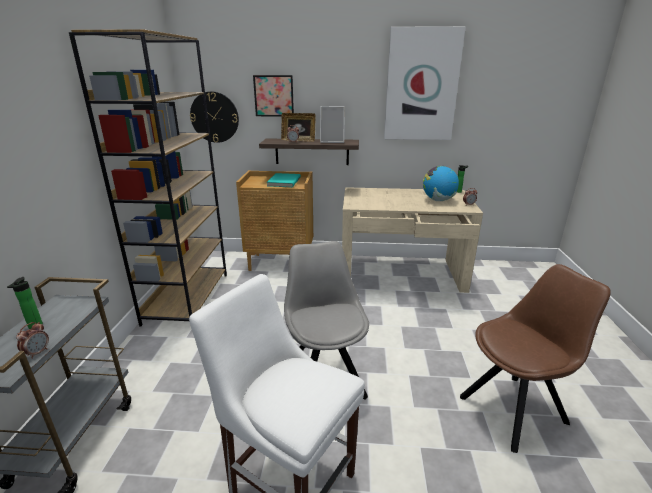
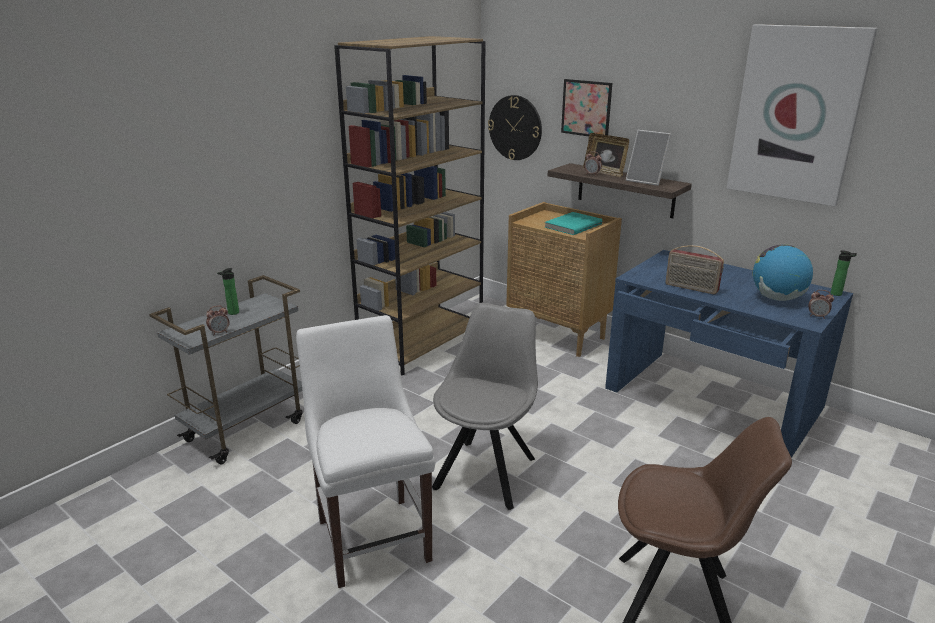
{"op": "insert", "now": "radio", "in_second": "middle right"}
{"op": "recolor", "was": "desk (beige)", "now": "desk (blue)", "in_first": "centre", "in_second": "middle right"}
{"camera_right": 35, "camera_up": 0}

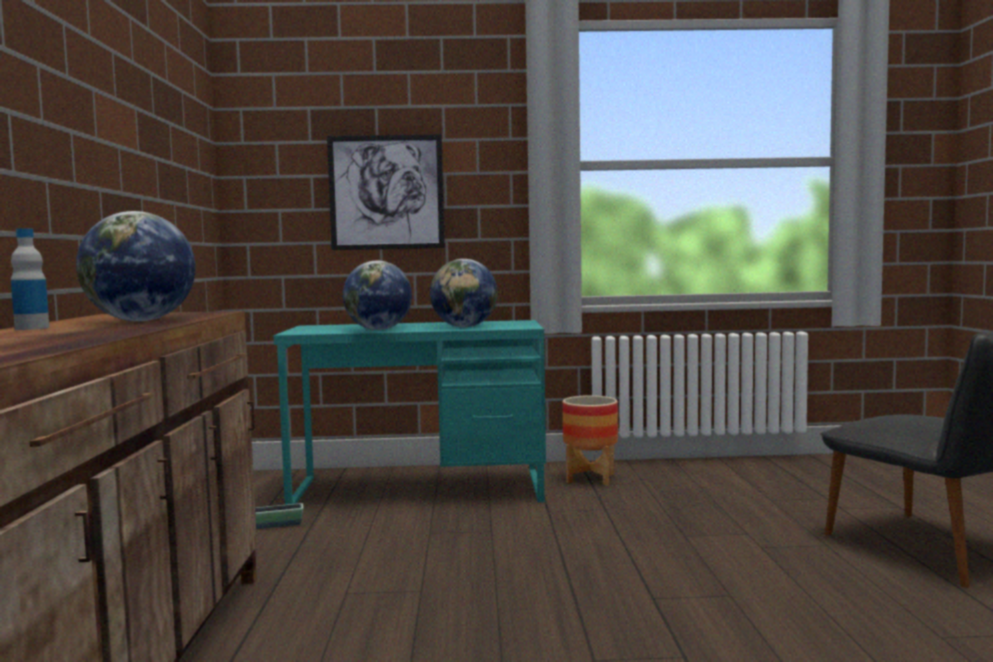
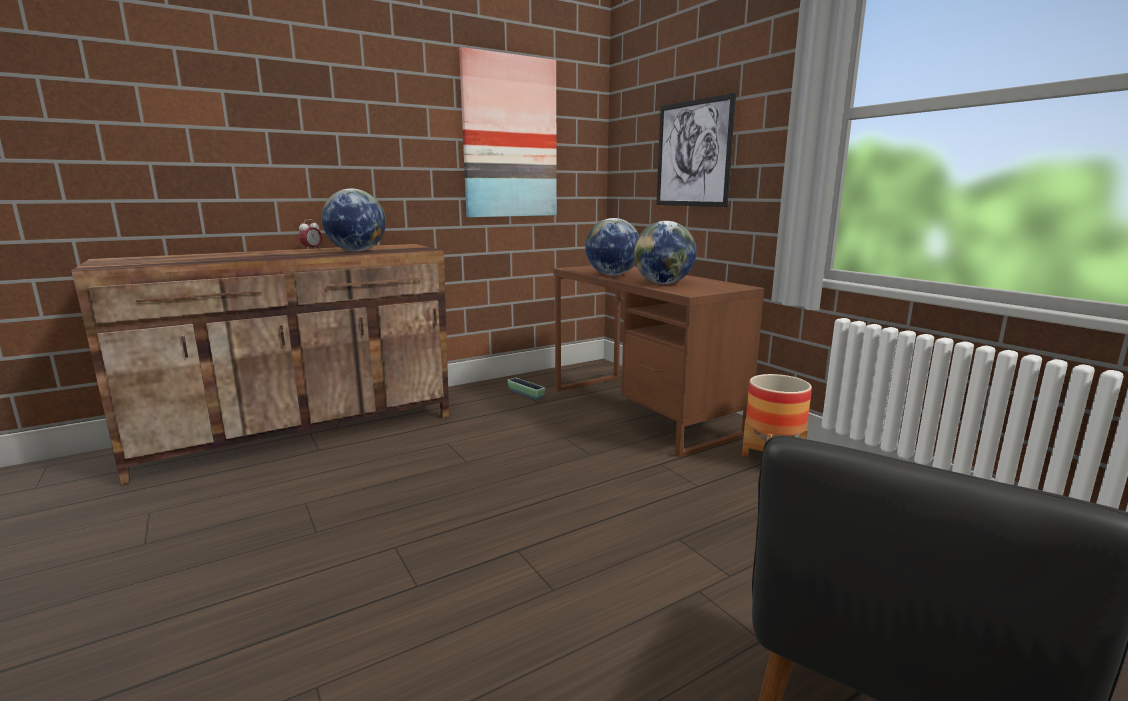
{"op": "insert", "now": "picture (1st from left)", "in_second": "top centre"}
{"op": "replace", "was": "bottle", "now": "alarm clock", "in_first": "middle left", "in_second": "middle left"}
{"op": "recolor", "was": "desk (turquoise)", "now": "desk (brown)", "in_first": "centre", "in_second": "centre"}
{"camera_right": 60, "camera_up": 10}

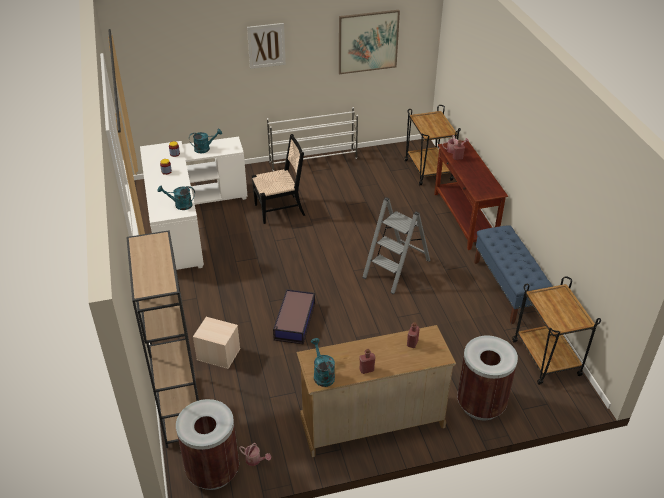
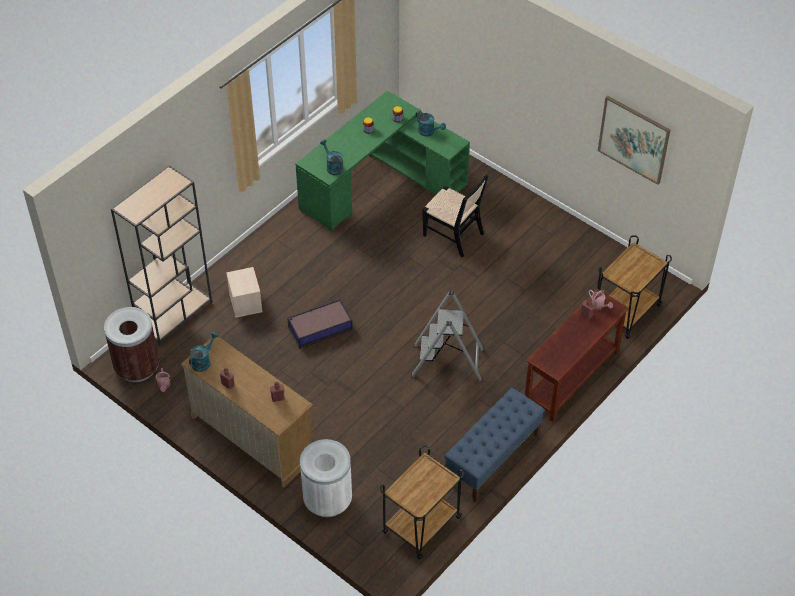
{"op": "delete", "was": "picture (1st from left)", "in_first": "top centre"}
{"op": "delete", "was": "shoe rack (white)", "in_first": "top centre"}
{"op": "recolor", "was": "desk (white)", "now": "desk (green)", "in_first": "middle left", "in_second": "top centre"}
{"op": "recolor", "was": "trash can (brown) (2nd from left)", "now": "trash can (white)", "in_first": "bottom right", "in_second": "bottom centre"}
{"camera_right": 55, "camera_up": 10}

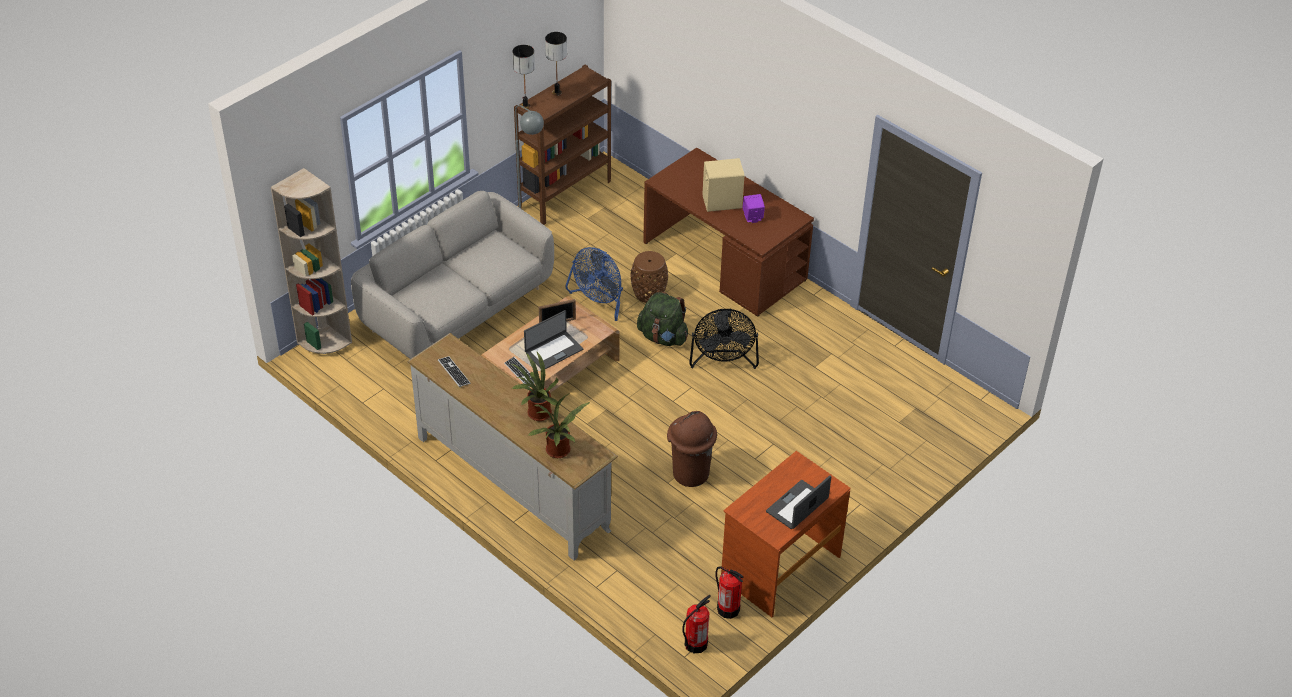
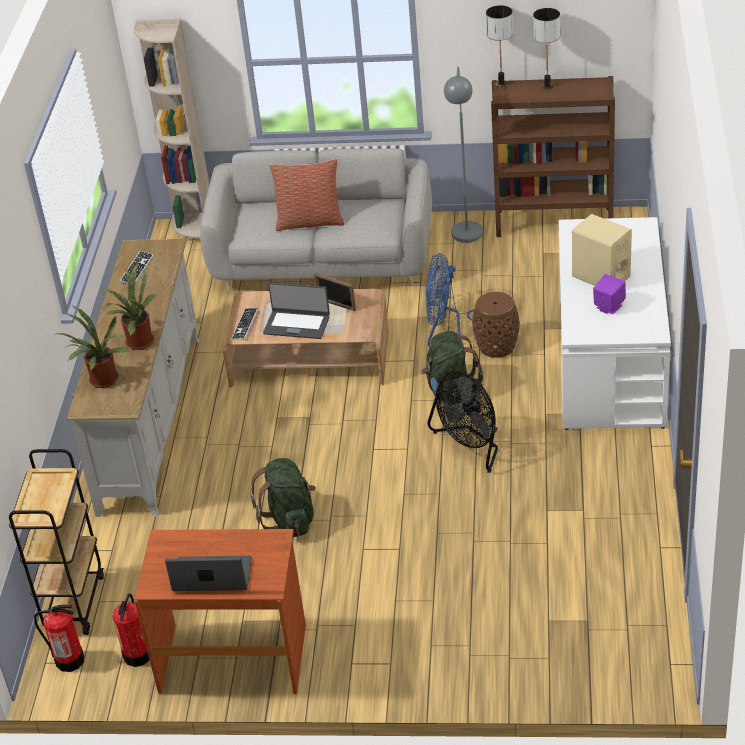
{"op": "insert", "now": "cart (brown)", "in_second": "bottom left"}
{"op": "insert", "now": "pillow", "in_second": "top centre"}
{"op": "replace", "was": "trash can (brown)", "now": "backpack (green) (1st from left)", "in_first": "centre", "in_second": "bottom centre"}
{"op": "recolor", "was": "desk (brown) (1st from left)", "now": "desk (white)", "in_first": "top centre", "in_second": "middle right"}
{"camera_right": 55, "camera_up": -5}

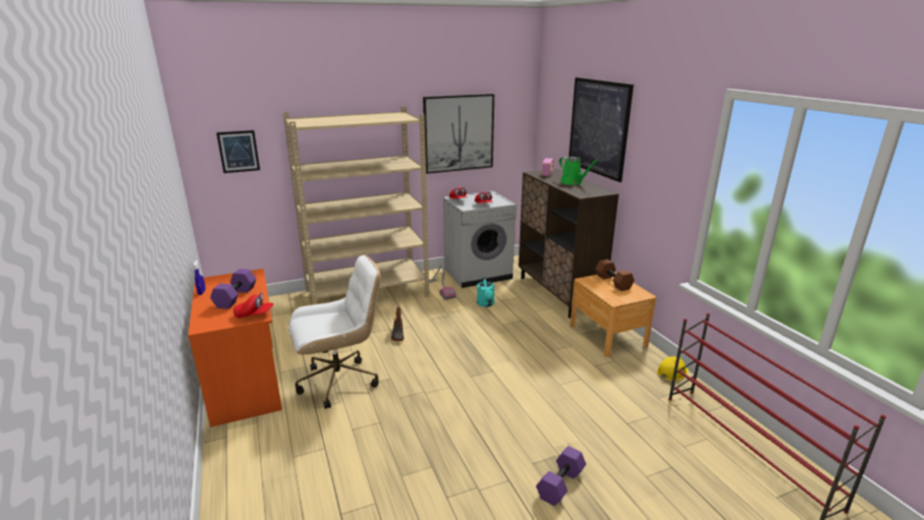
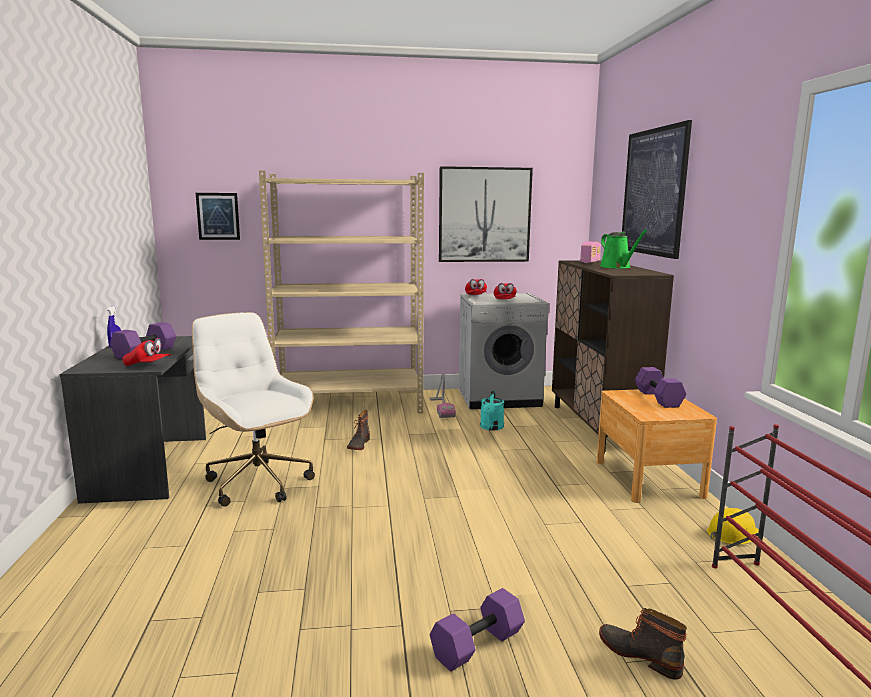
{"op": "insert", "now": "boot (2nd from left)", "in_second": "bottom right"}
{"op": "recolor", "was": "desk (orange)", "now": "desk (grey)", "in_first": "bottom left", "in_second": "middle left"}
{"op": "recolor", "was": "dumbbell (brown)", "now": "dumbbell (purple) (3rd from left)", "in_first": "centre", "in_second": "middle right"}
{"op": "rotate", "was": "office chair (white)", "in_first": "centre", "in_second": "middle left", "clockwise": -120}
{"camera_right": 15, "camera_up": -10}

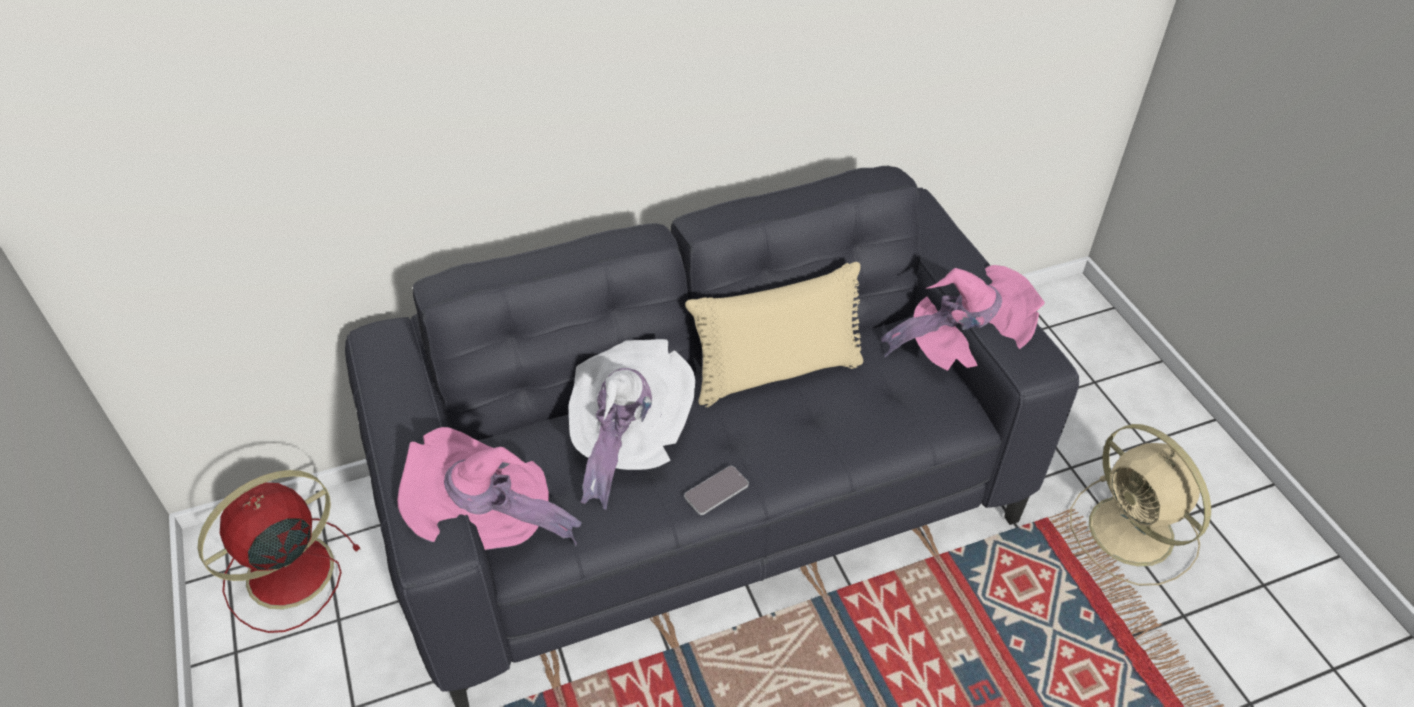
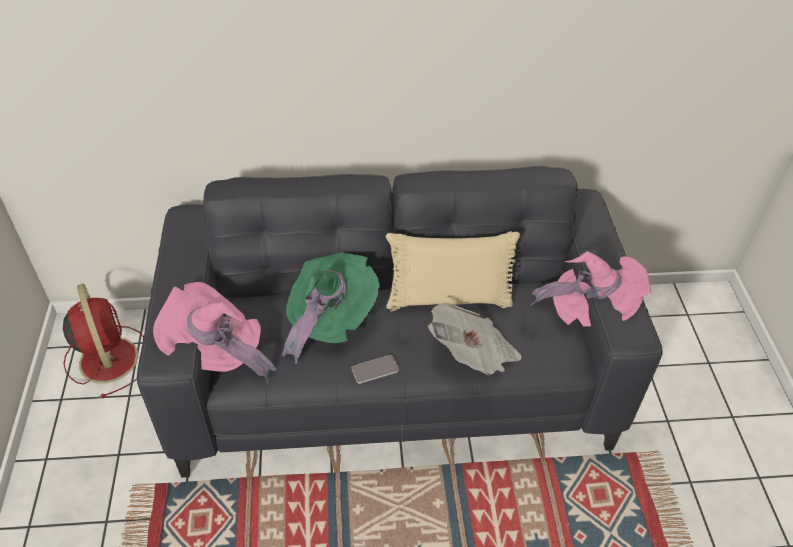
{"op": "delete", "was": "fan (beige)", "in_first": "bottom right"}
{"op": "insert", "now": "newspaper", "in_second": "centre"}
{"op": "recolor", "was": "hat (white)", "now": "hat (green)", "in_first": "centre", "in_second": "centre"}
{"op": "rotate", "was": "fan (red)", "in_first": "bottom left", "in_second": "middle left", "clockwise": 90}
{"camera_right": 15, "camera_up": 0}

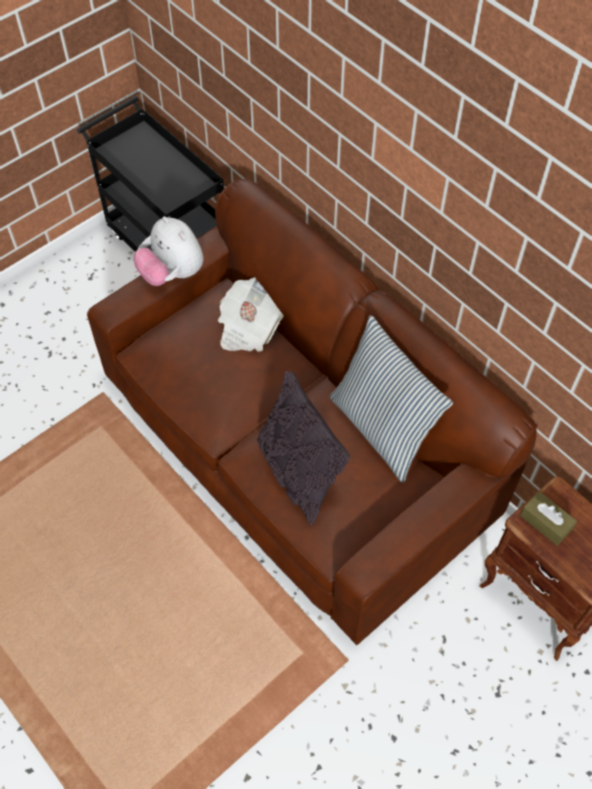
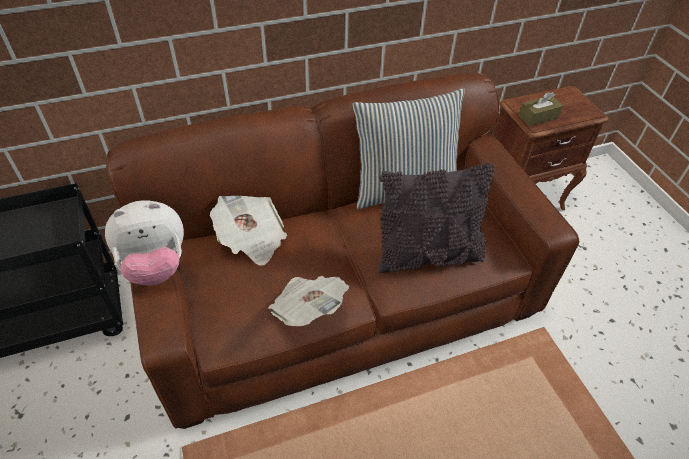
{"op": "insert", "now": "newspaper (2nd from left)", "in_second": "centre"}
{"camera_right": -70, "camera_up": -10}

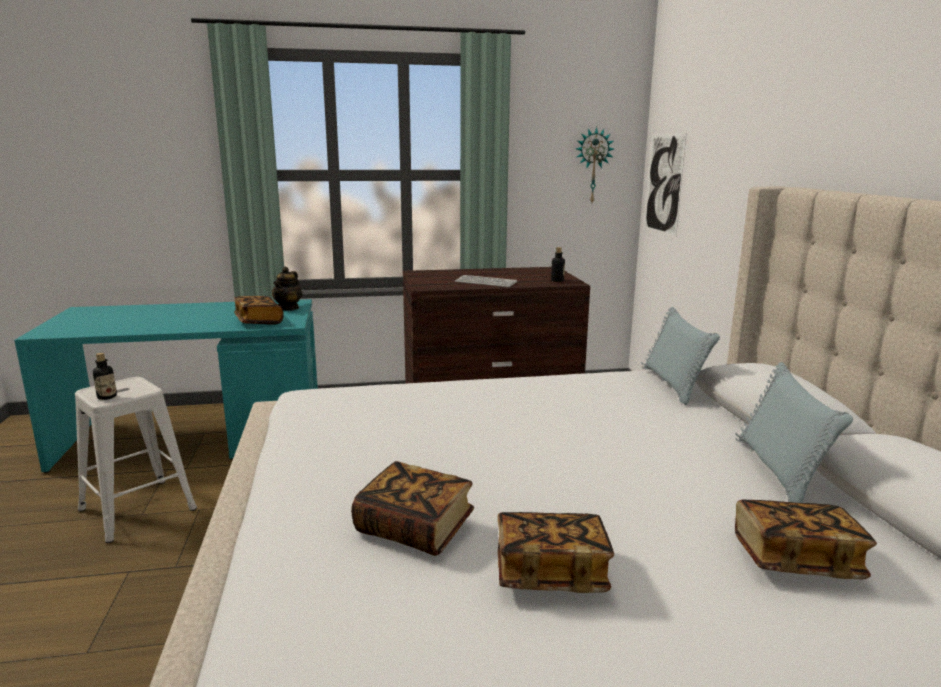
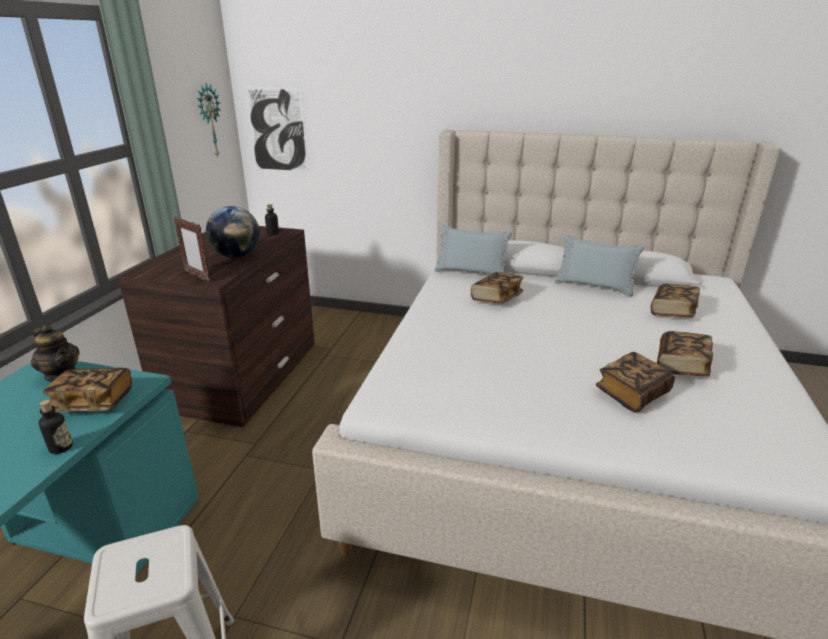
{"op": "insert", "now": "picture frame", "in_second": "middle left"}
{"op": "insert", "now": "book (2nd from left)", "in_second": "centre"}
{"op": "move", "was": "bottle (1st from left)", "in_first": "middle left", "in_second": "bottom left"}
{"op": "replace", "was": "keyboard", "now": "globe", "in_first": "centre", "in_second": "middle left"}
{"camera_right": -65, "camera_up": 10}

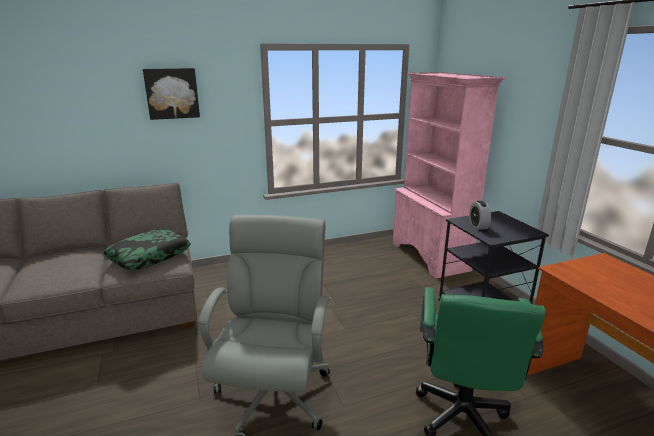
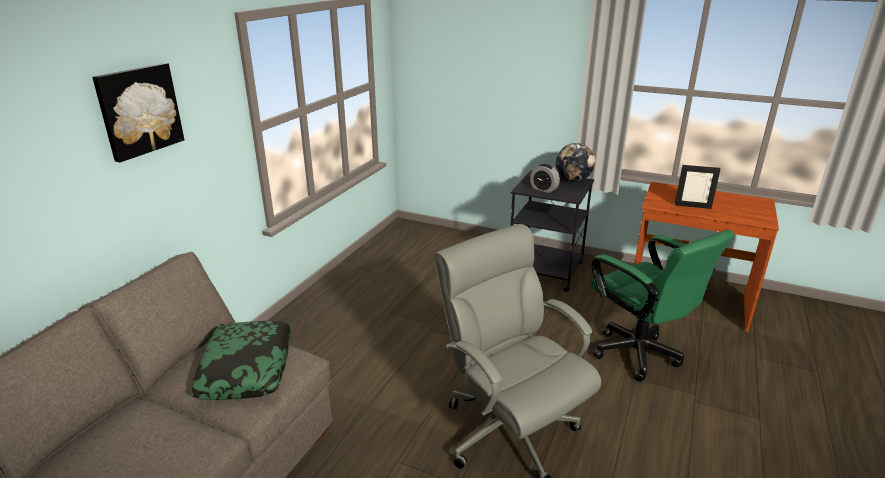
{"op": "delete", "was": "bookcase (pink)", "in_first": "middle right"}
{"op": "insert", "now": "globe", "in_second": "centre"}
{"op": "insert", "now": "picture frame", "in_second": "middle right"}
{"camera_right": -45, "camera_up": 5}

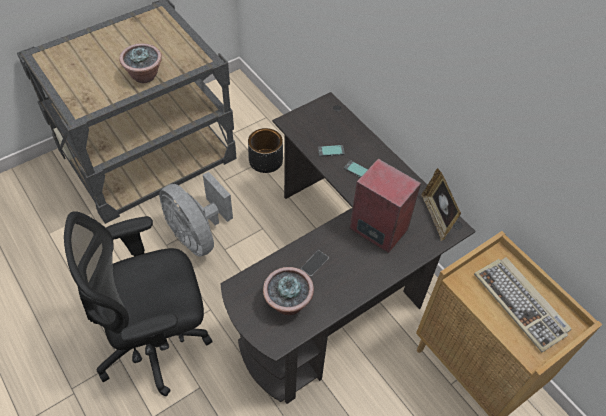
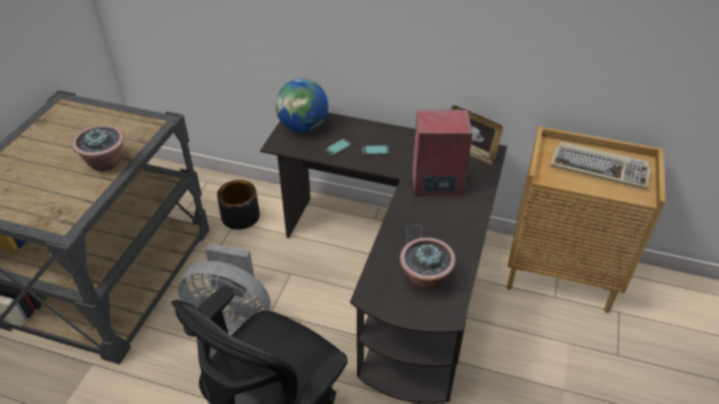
{"op": "insert", "now": "globe", "in_second": "top centre"}
{"camera_right": -35, "camera_up": -10}

